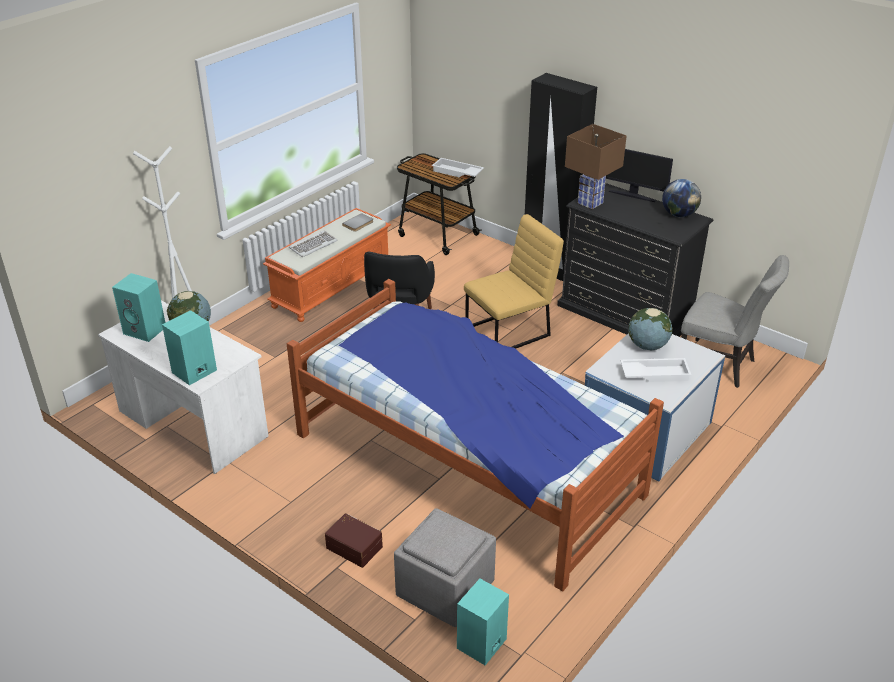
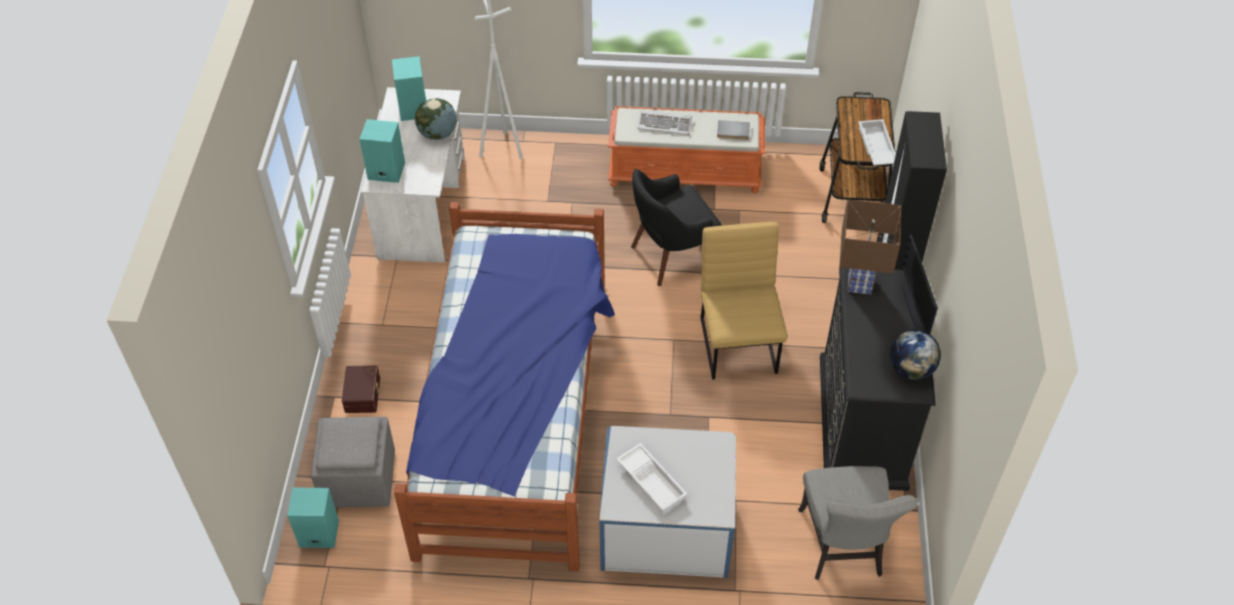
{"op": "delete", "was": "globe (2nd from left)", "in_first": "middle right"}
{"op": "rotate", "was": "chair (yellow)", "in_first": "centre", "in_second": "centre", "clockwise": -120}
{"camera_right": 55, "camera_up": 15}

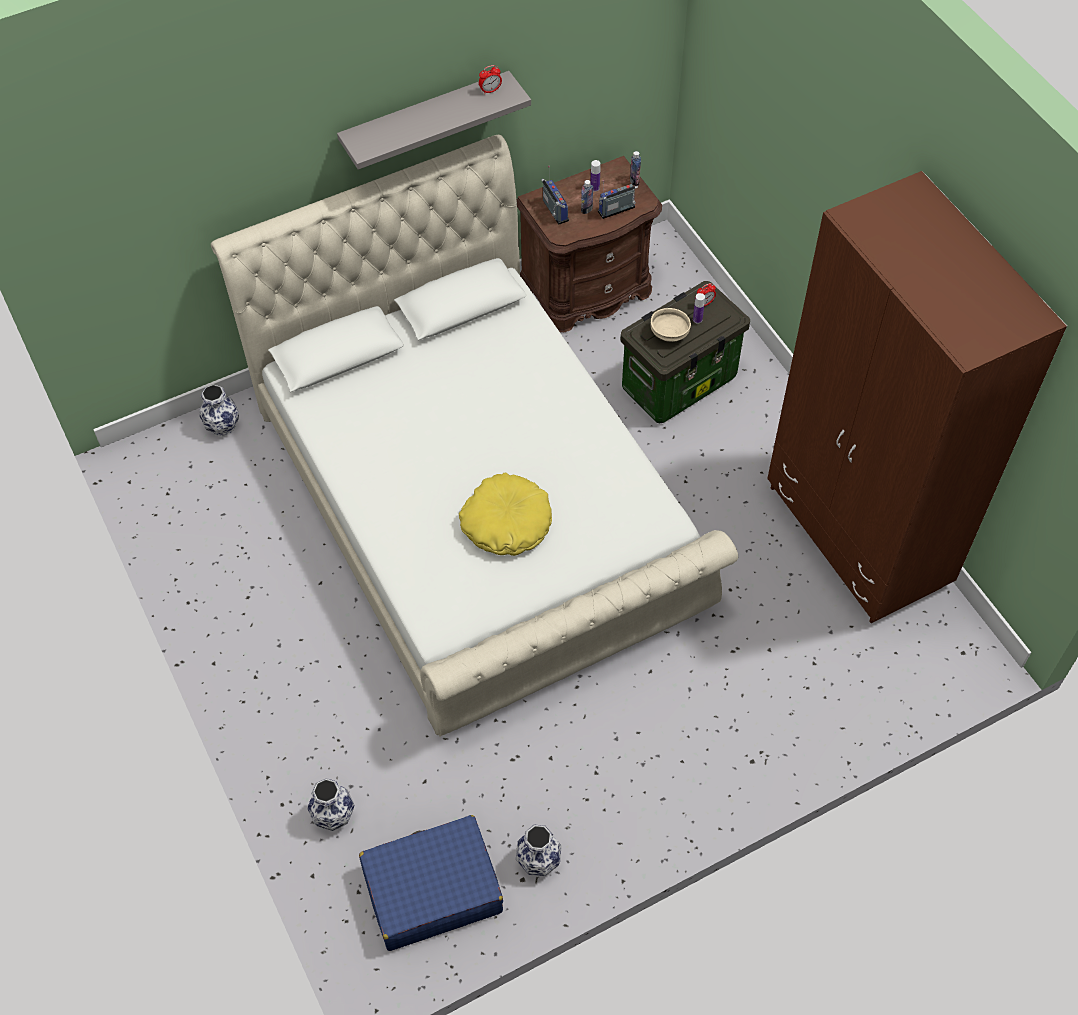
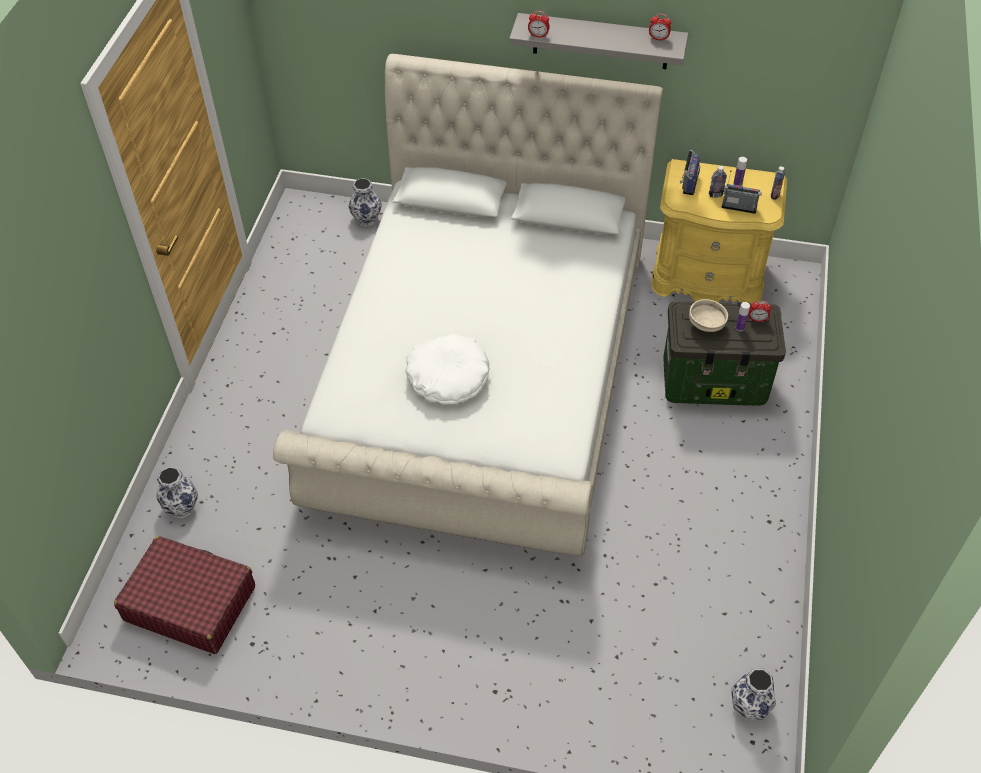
{"op": "delete", "was": "wardrobe (brown)", "in_first": "middle right"}
{"op": "insert", "now": "alarm clock (1st from left)", "in_second": "top centre"}
{"op": "move", "was": "vase (3rd from left)", "in_first": "bottom centre", "in_second": "bottom right"}
{"op": "recolor", "was": "suitcase (blue)", "now": "suitcase (red)", "in_first": "bottom centre", "in_second": "bottom left"}
{"op": "recolor", "was": "pillow (yellow)", "now": "pillow (white)", "in_first": "centre", "in_second": "centre"}
{"op": "recolor", "was": "nightstand (brown)", "now": "nightstand (yellow)", "in_first": "top centre", "in_second": "top right"}
{"camera_right": 40, "camera_up": -5}

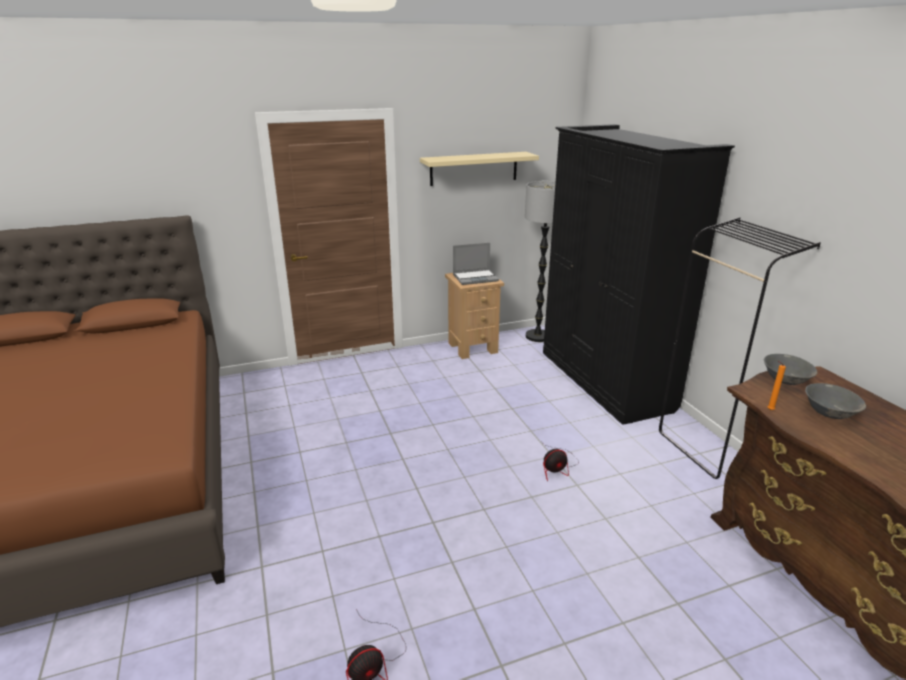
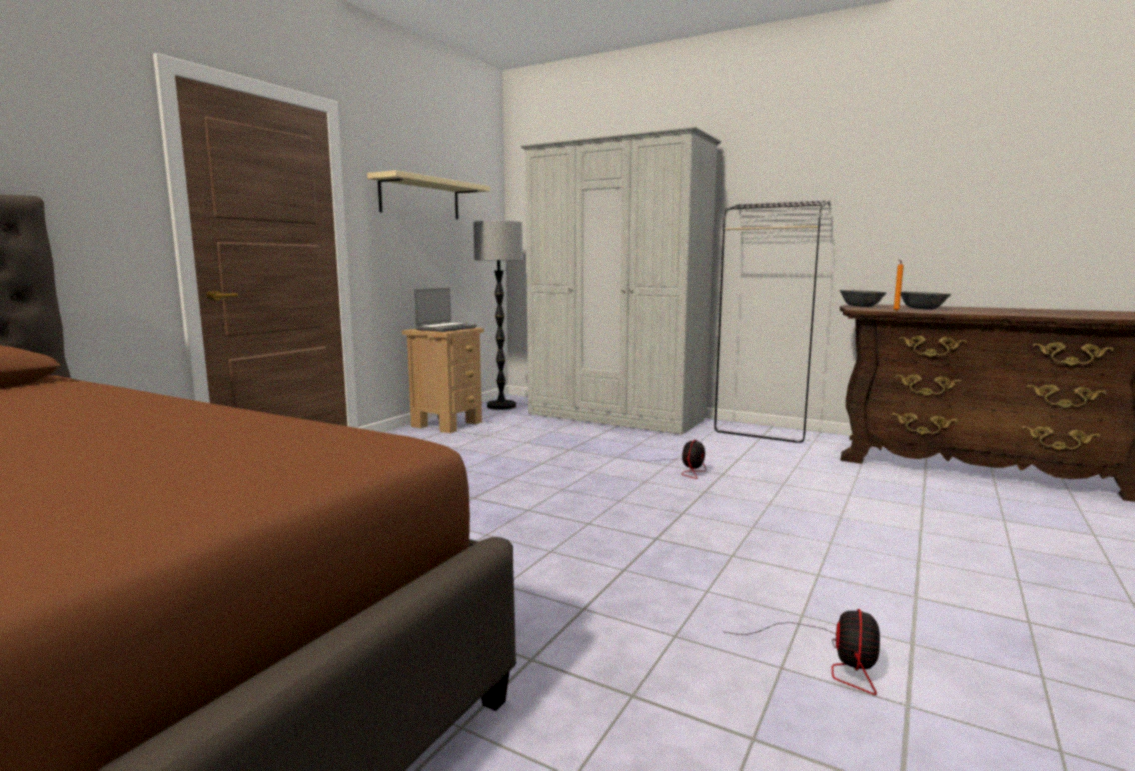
{"op": "recolor", "was": "wardrobe (black)", "now": "wardrobe (white)", "in_first": "middle right", "in_second": "centre"}
{"camera_right": -40, "camera_up": -15}

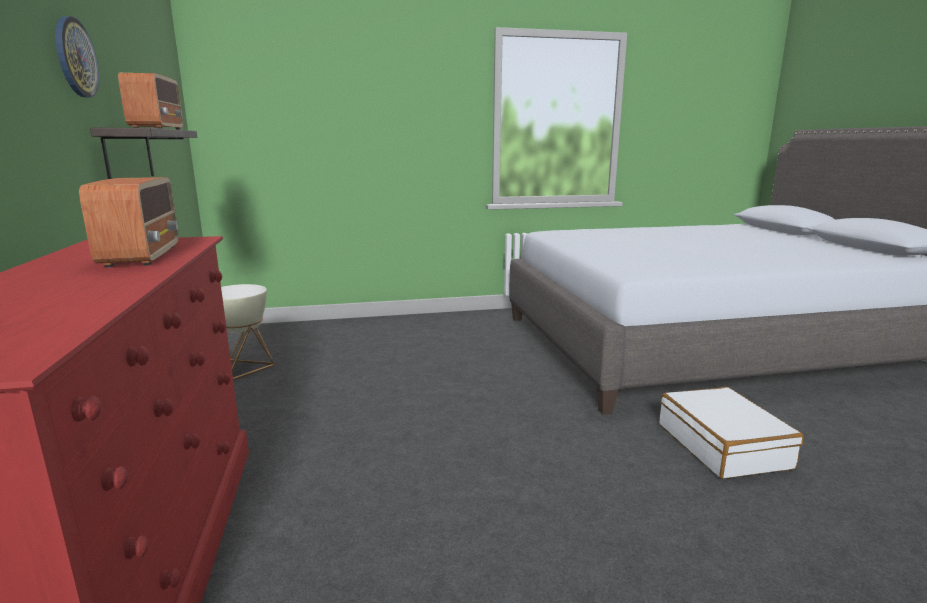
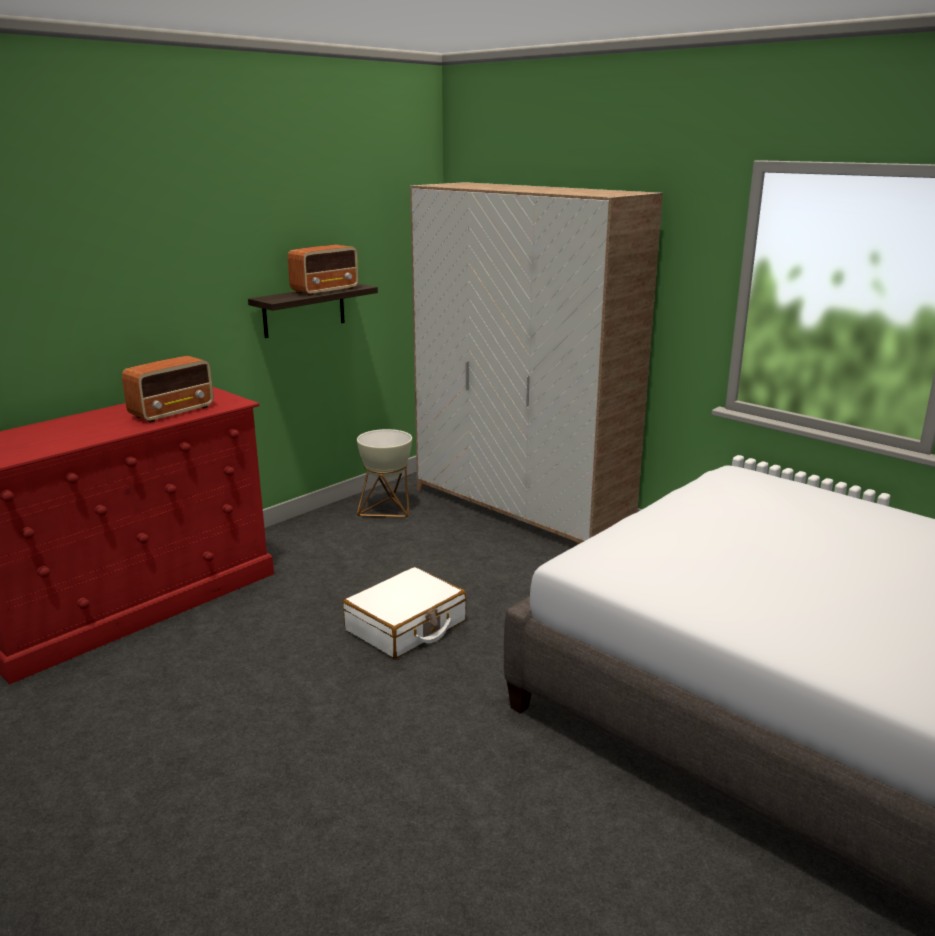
{"op": "delete", "was": "wall clock", "in_first": "top left"}
{"op": "insert", "now": "wardrobe (white)", "in_second": "centre"}
{"op": "move", "was": "suitcase (white)", "in_first": "bottom right", "in_second": "centre"}
{"camera_right": 55, "camera_up": 5}

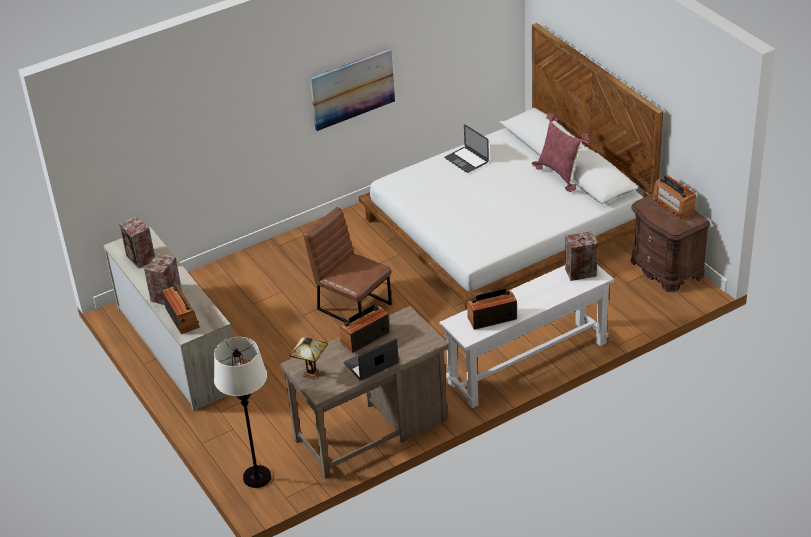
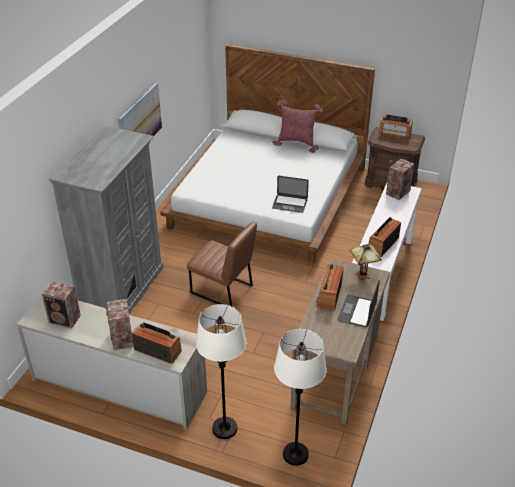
{"op": "insert", "now": "wardrobe (grey)", "in_second": "middle left"}
{"op": "insert", "now": "floor lamp (white) (1st from left)", "in_second": "bottom centre"}
{"op": "move", "was": "table lamp", "in_first": "bottom centre", "in_second": "middle right"}
{"op": "move", "was": "laptop (2nd from left in the first image)", "now": "laptop (1st from left)", "in_first": "top centre", "in_second": "centre"}
{"op": "rotate", "was": "chair (brown)", "in_first": "centre", "in_second": "centre", "clockwise": -150}
{"camera_right": -40, "camera_up": 0}

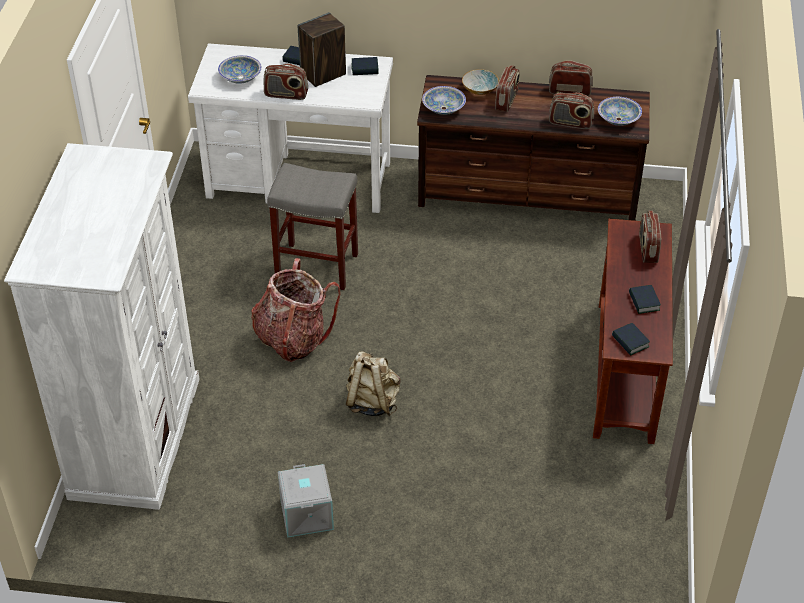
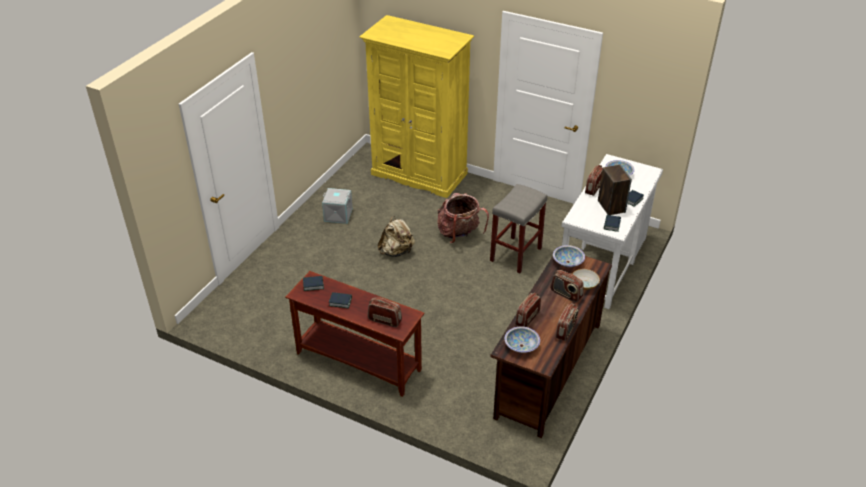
{"op": "recolor", "was": "wardrobe (white)", "now": "wardrobe (yellow)", "in_first": "middle left", "in_second": "top centre"}
{"camera_right": 110, "camera_up": -5}

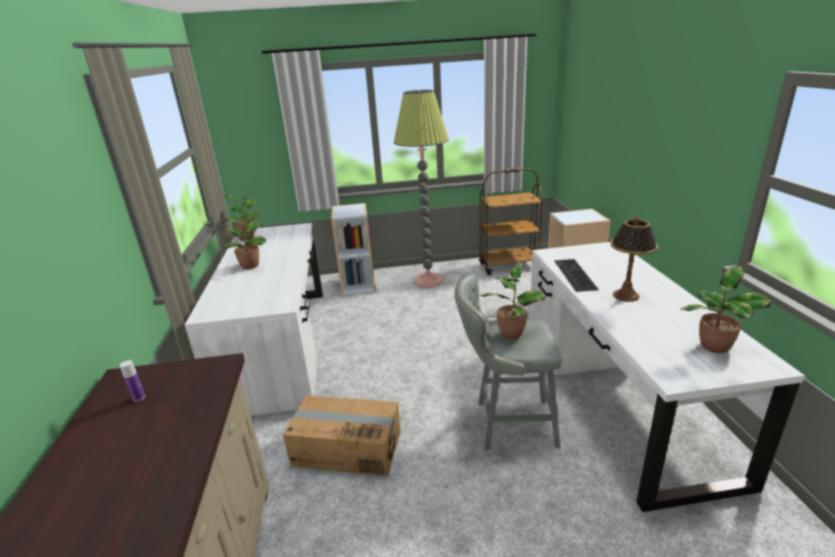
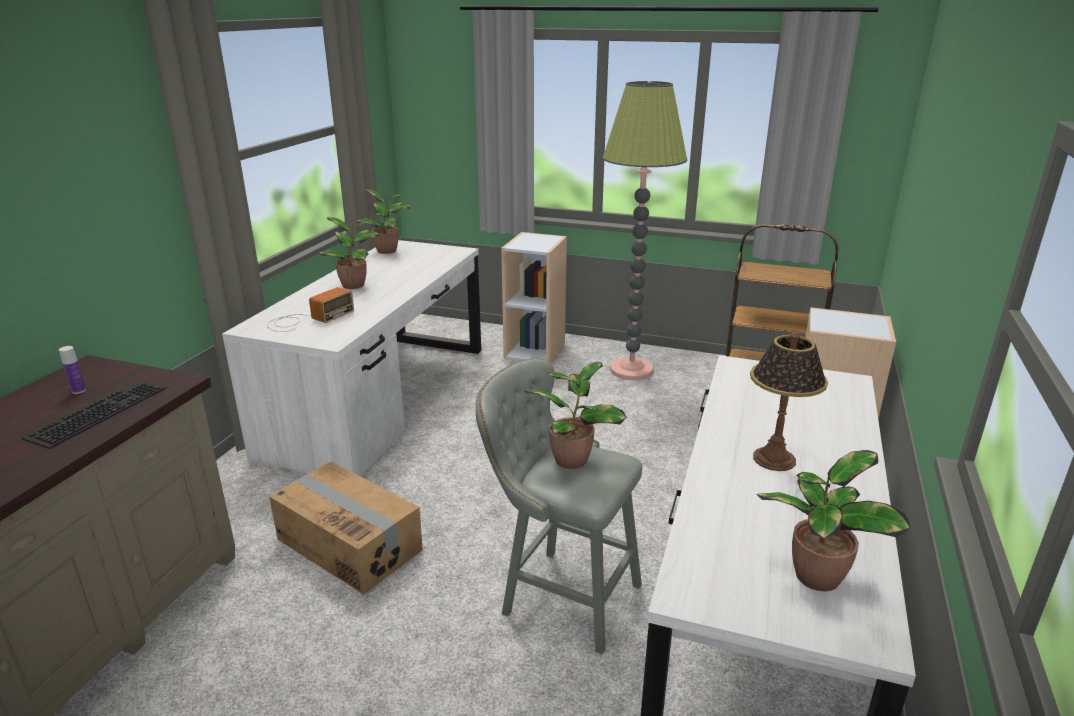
{"op": "insert", "now": "radio", "in_second": "middle left"}
{"op": "move", "was": "keyboard", "in_first": "middle right", "in_second": "middle left"}
{"camera_right": 25, "camera_up": 0}

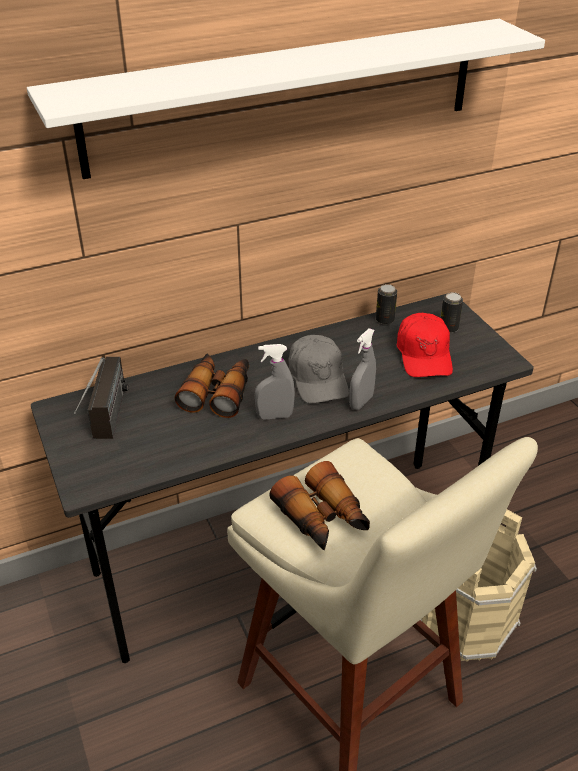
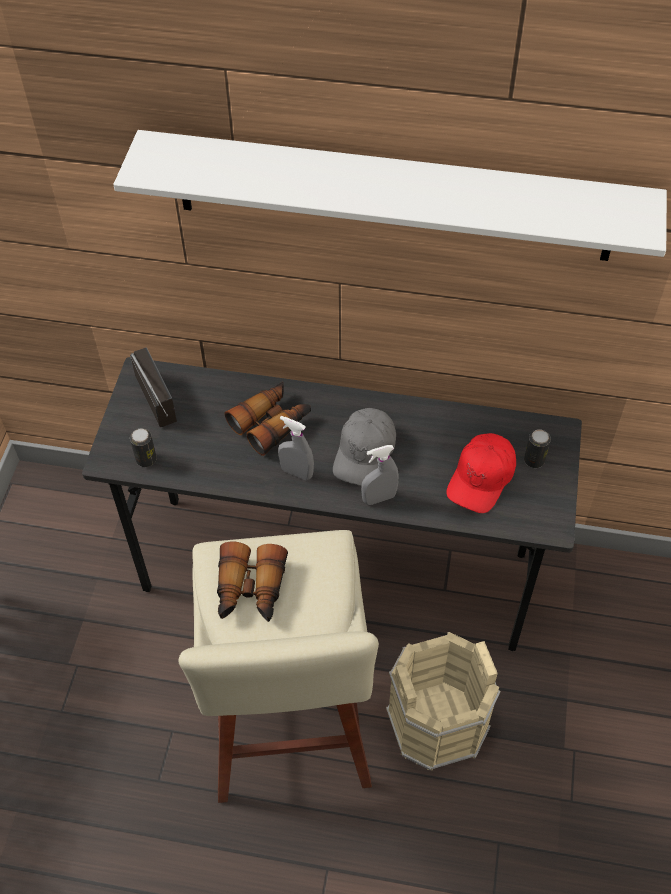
{"op": "move", "was": "can (1st from left)", "in_first": "middle right", "in_second": "middle left"}
{"op": "rotate", "was": "radio", "in_first": "middle left", "in_second": "middle left", "clockwise": -60}
{"camera_right": 35, "camera_up": 15}

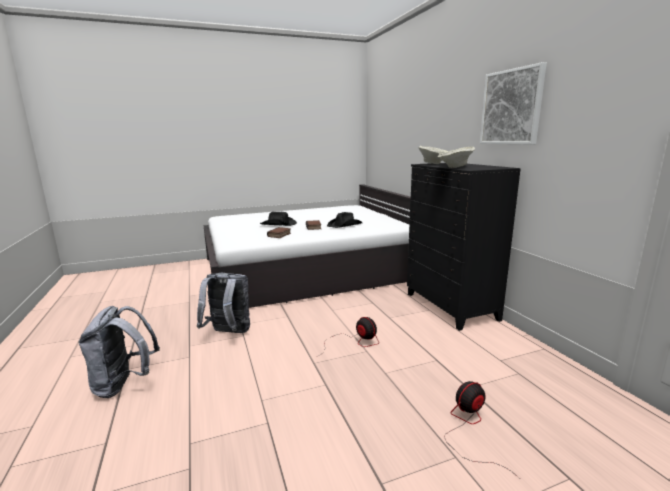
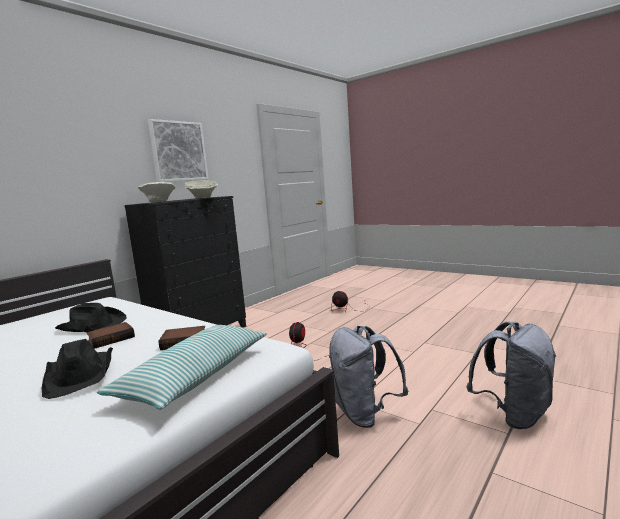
{"op": "insert", "now": "pillow", "in_second": "bottom left"}
{"camera_right": -120, "camera_up": -5}

